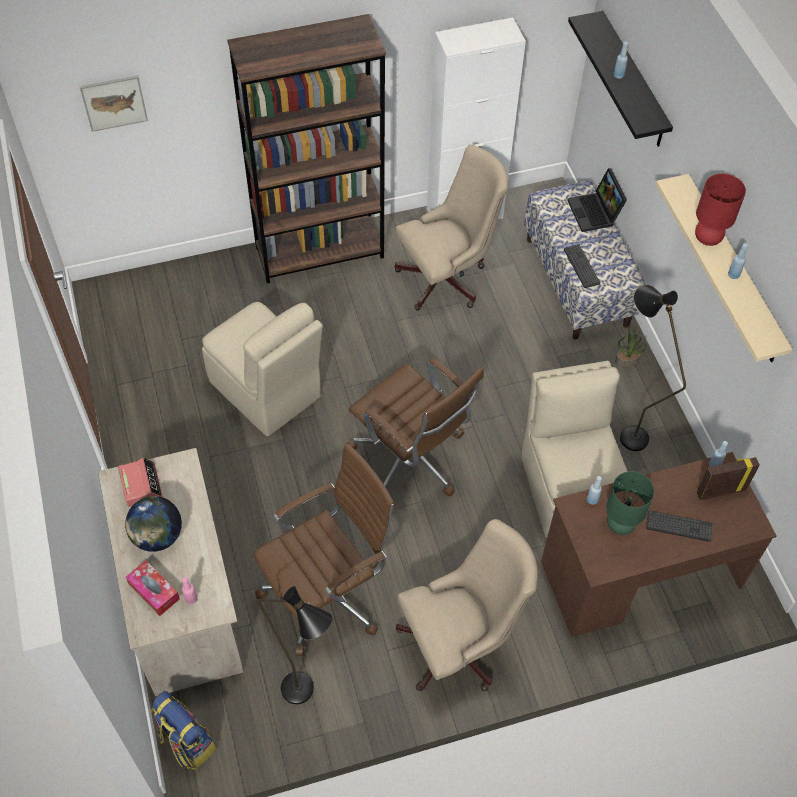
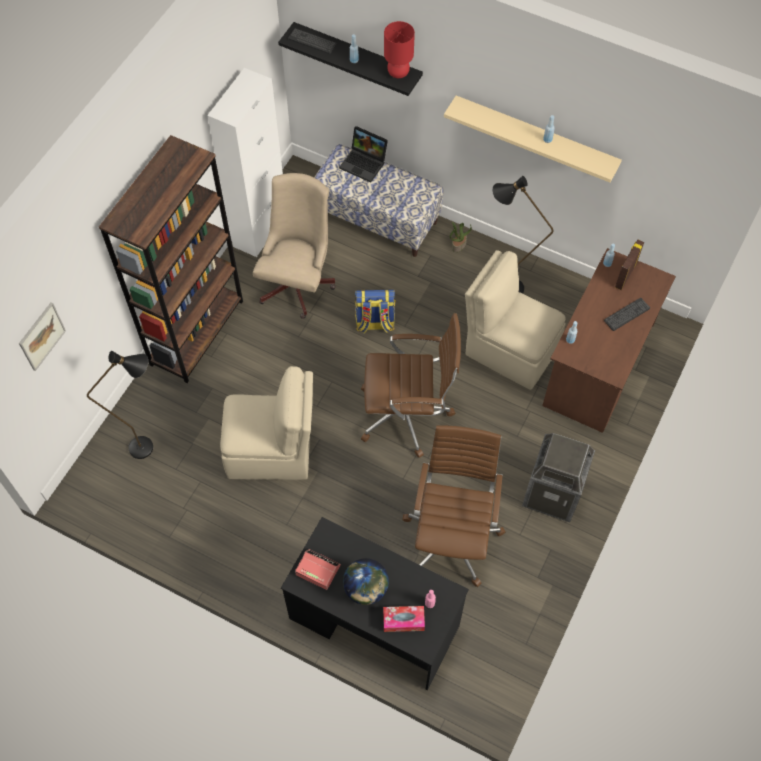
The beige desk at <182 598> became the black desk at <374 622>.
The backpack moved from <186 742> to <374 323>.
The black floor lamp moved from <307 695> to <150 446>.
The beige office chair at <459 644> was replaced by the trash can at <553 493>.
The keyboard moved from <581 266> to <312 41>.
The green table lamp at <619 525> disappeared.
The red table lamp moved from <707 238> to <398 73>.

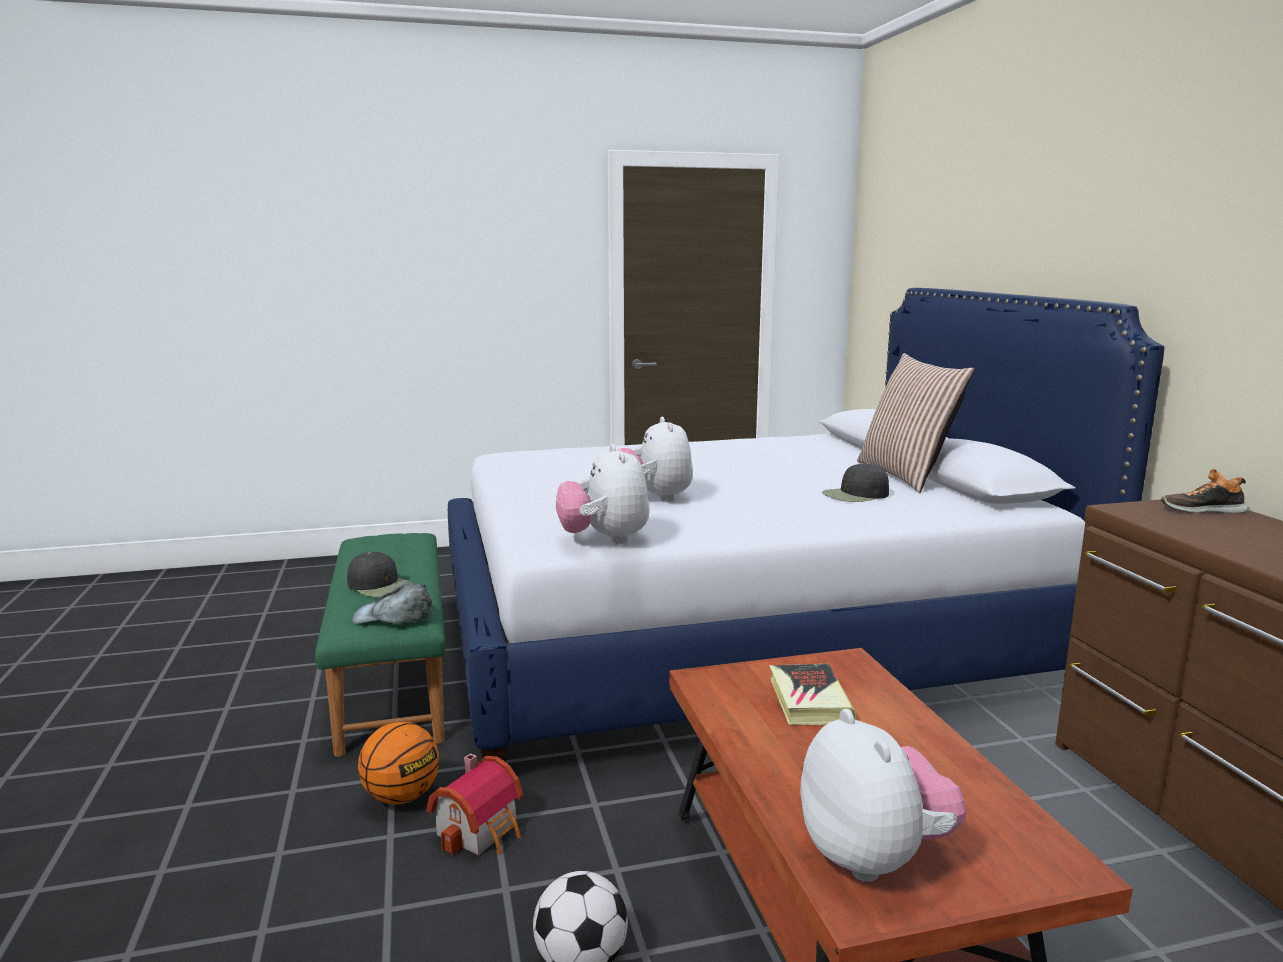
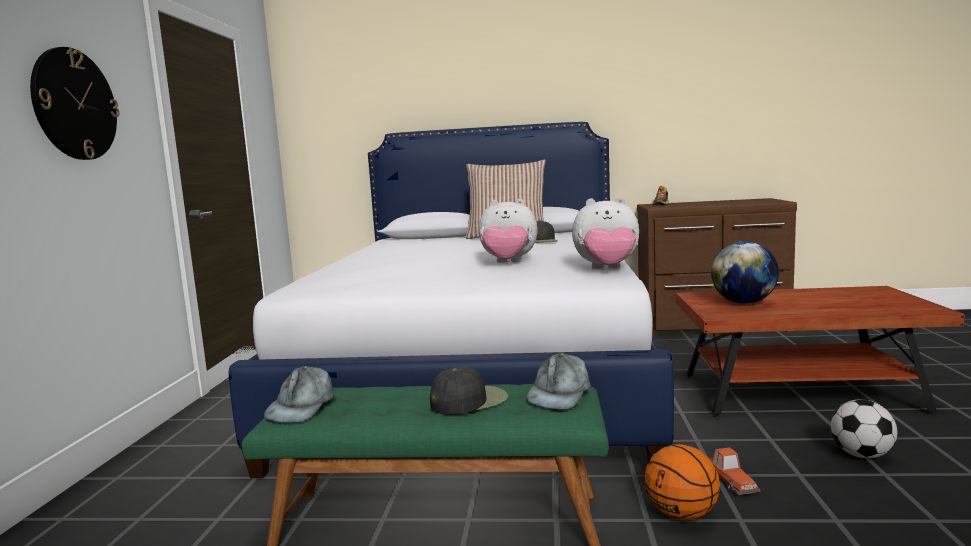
The toy house at <482 830> was replaced by the toy car at <730 480>.
The book at <809 700> was replaced by the globe at <743 303>.
The plush toy at <874 857> disappeared.
The wall clock at <74 104> appeared.
The grey cap at <301 406> appeared.

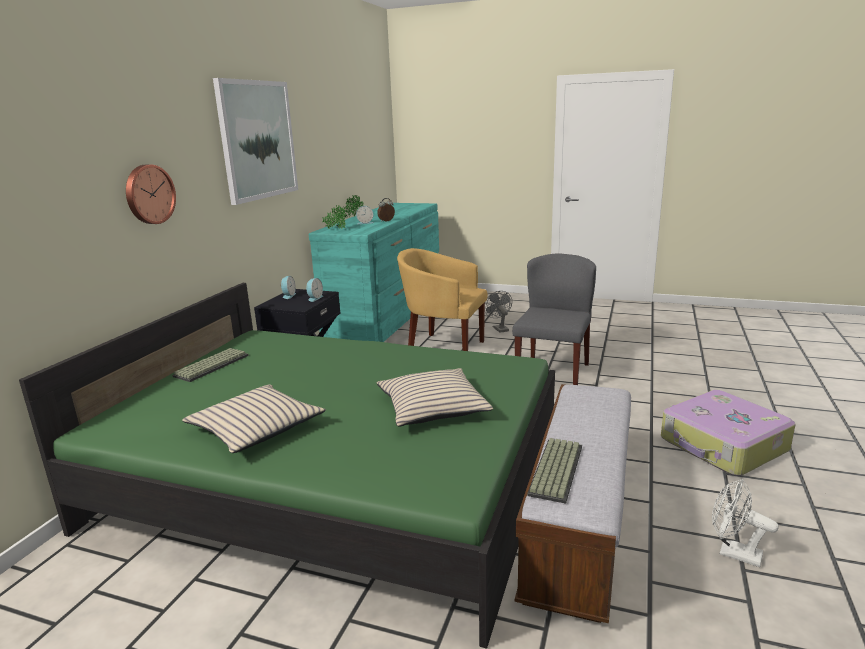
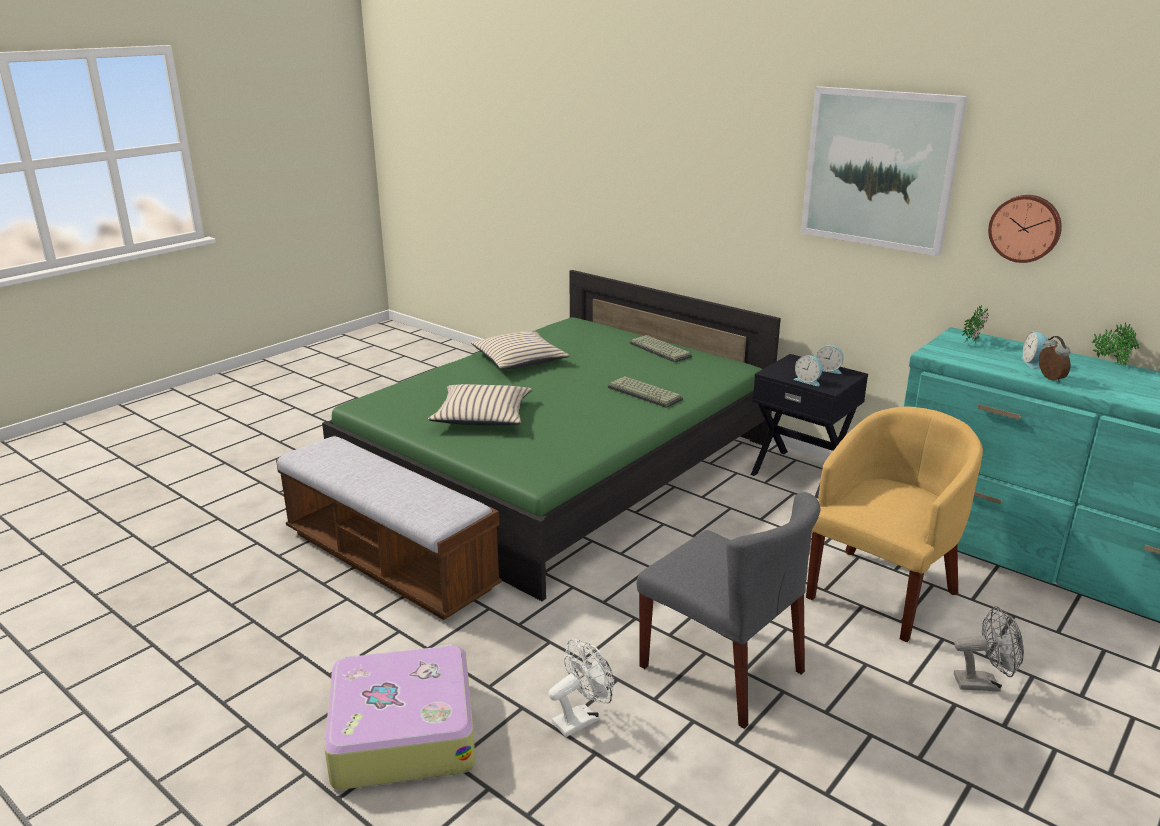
The wall clock moved from <149 194> to <1025 228>.
The keyboard moved from <554 469> to <646 393>.
The white fan moved from <733 553> to <581 718>.

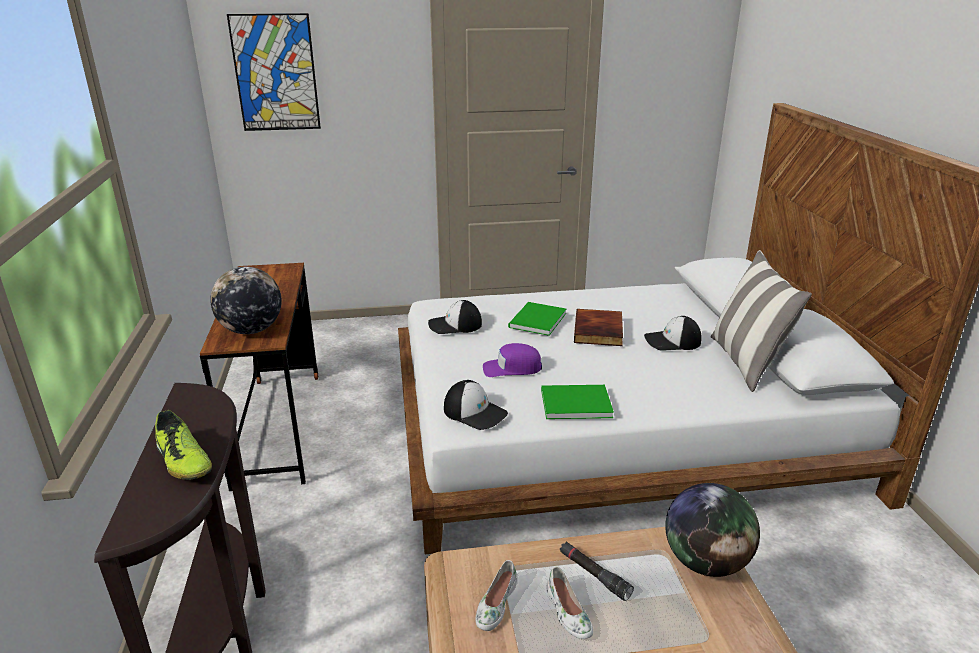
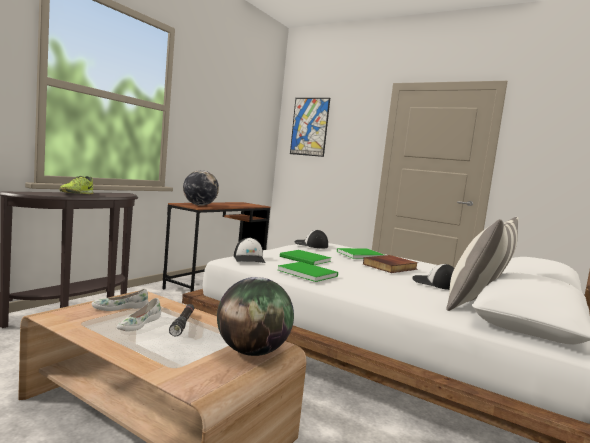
The purple cap at <512 368> was replaced by the green book at <305 259>.

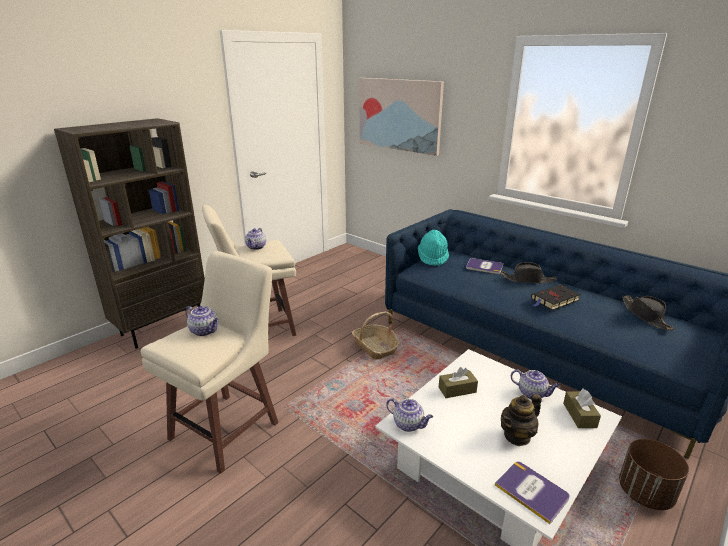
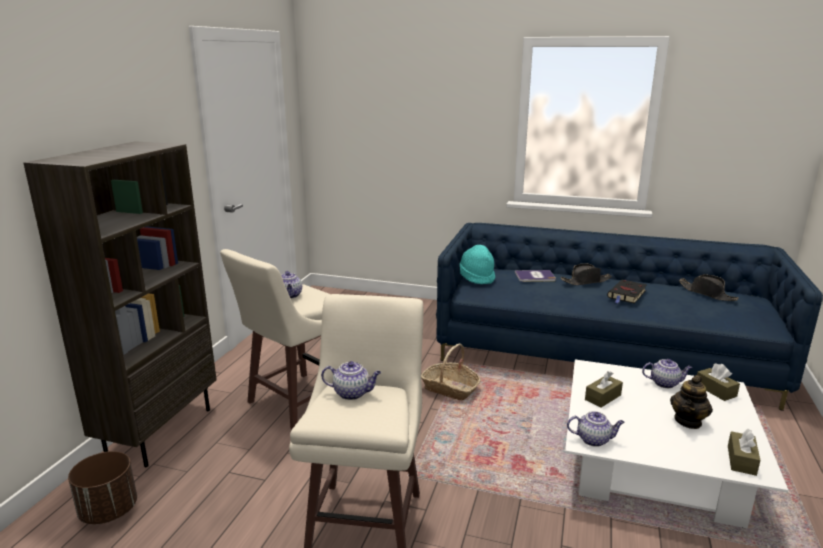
The picture at <399 115> disappeared.
The book at <532 491> was replaced by the brown tissue box at <741 460>.
The brown planter moved from <645 493> to <109 511>.

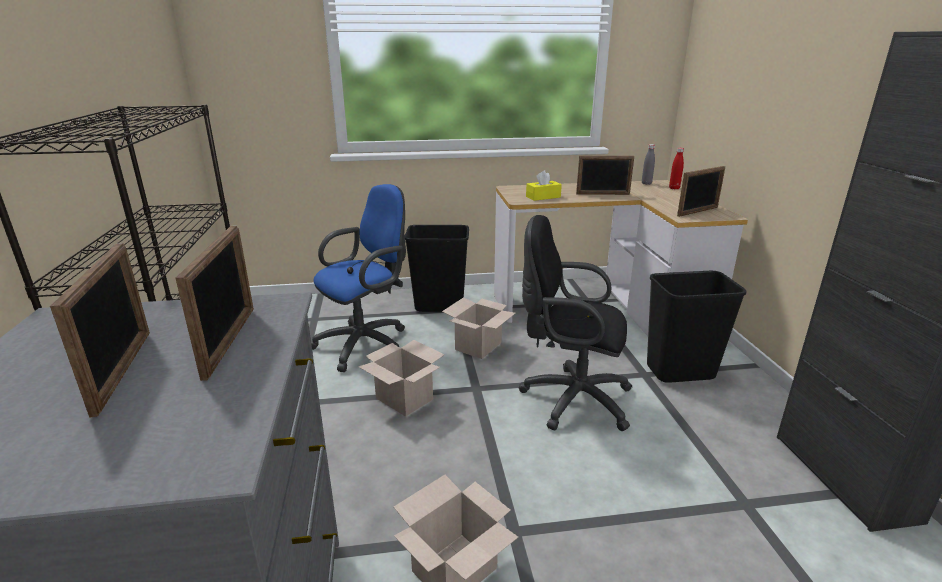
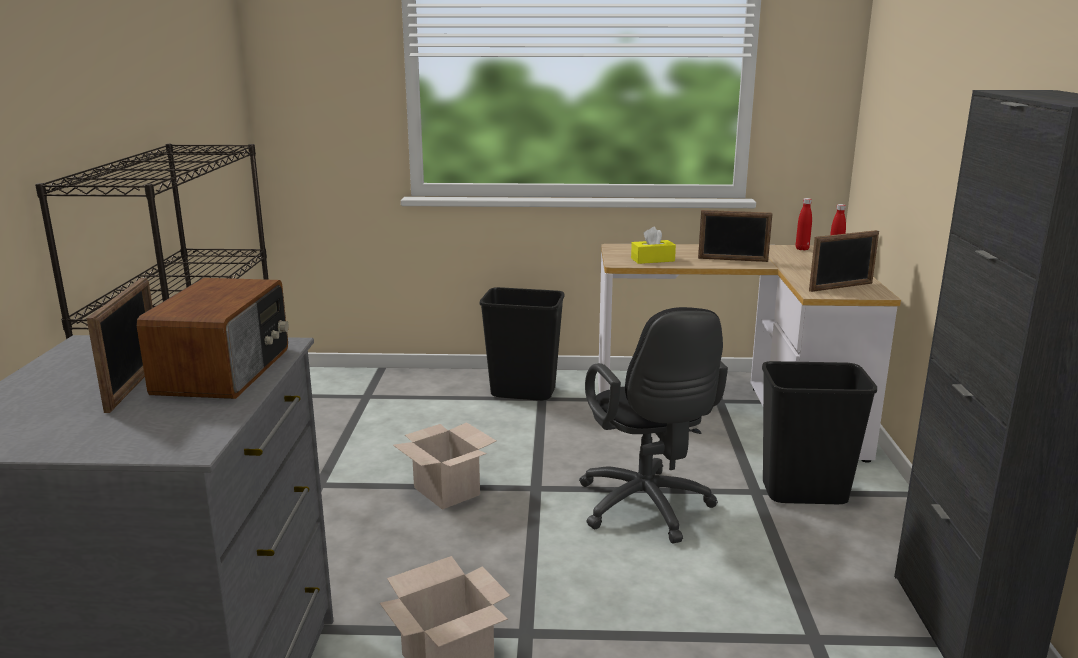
The picture frame at <230 341> was replaced by the radio at <226 371>.
The blue office chair at <367 343> disappeared.
The cardboard box at <478 347> disappeared.
The black office chair at <570 399> turned 135 degrees counterclockwise.
The grey bottle at <646 183> became the red bottle at <802 249>.

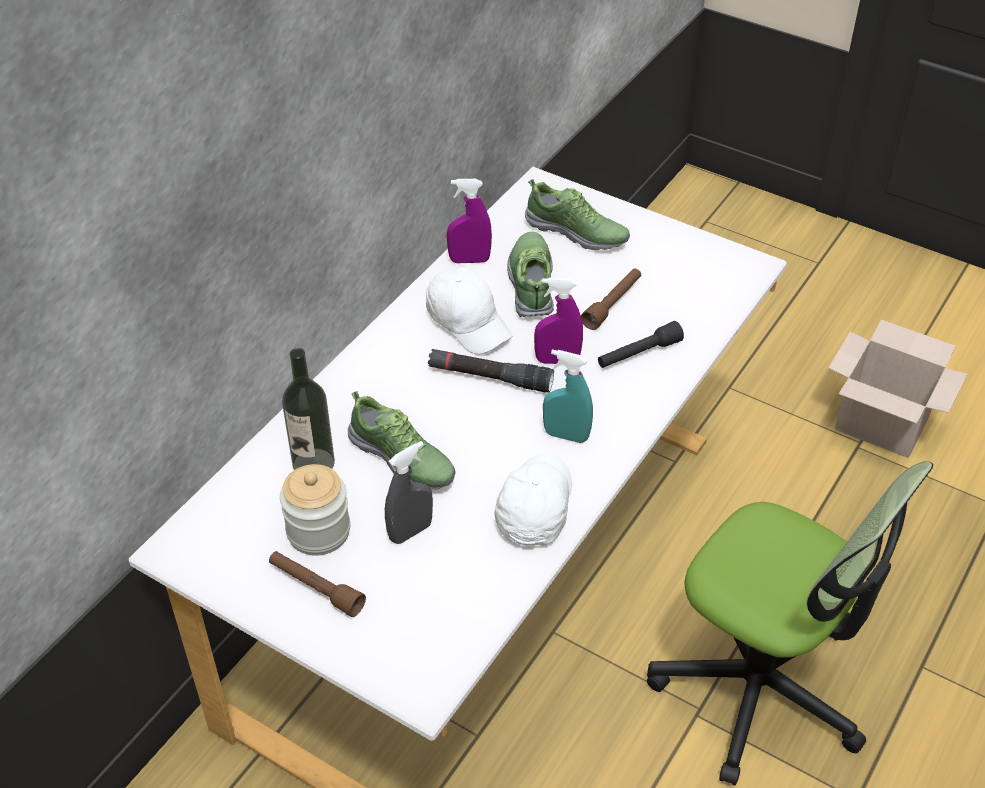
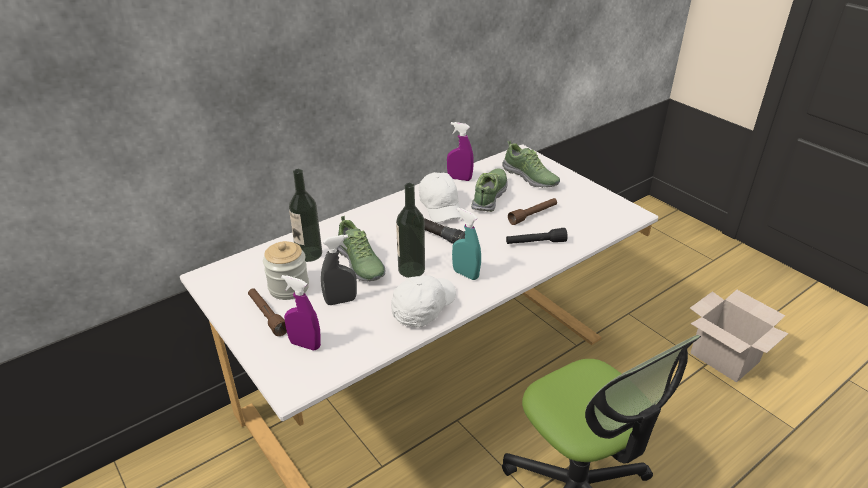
The purple spray bottle moved from <557 360> to <305 345>.
The bottle at <411 269> appeared.

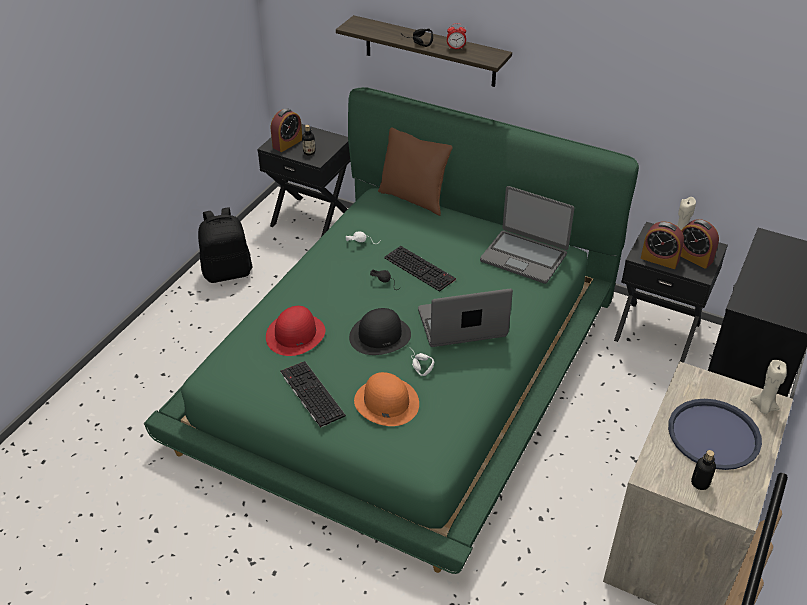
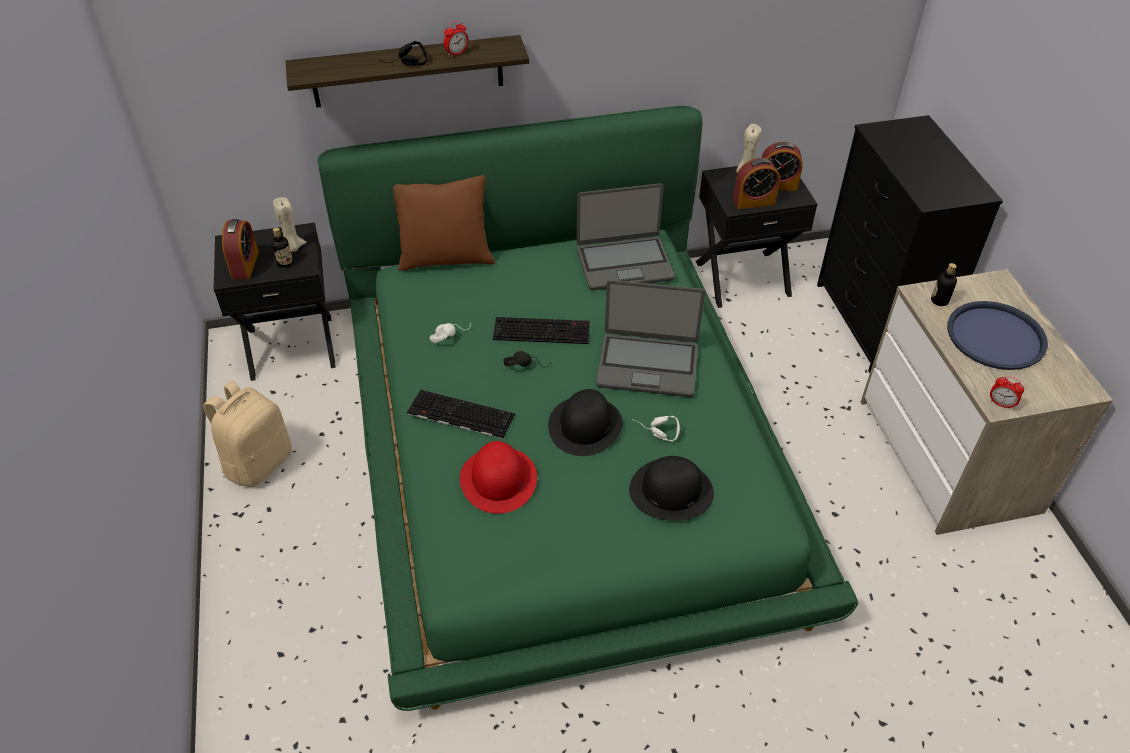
The black backpack at <228 272> became the beige backpack at <258 462>.
The keyboard moved from <310 393> to <459 415>.
The orange hat at <386 402> became the black hat at <671 491>.
The laptop at <462 324> turned 120 degrees counterclockwise.
The bottle moved from <700 483> to <939 300>.
The beige candle moved from <763 407> to <293 247>.
The alarm clock at <1001 404> appeared.

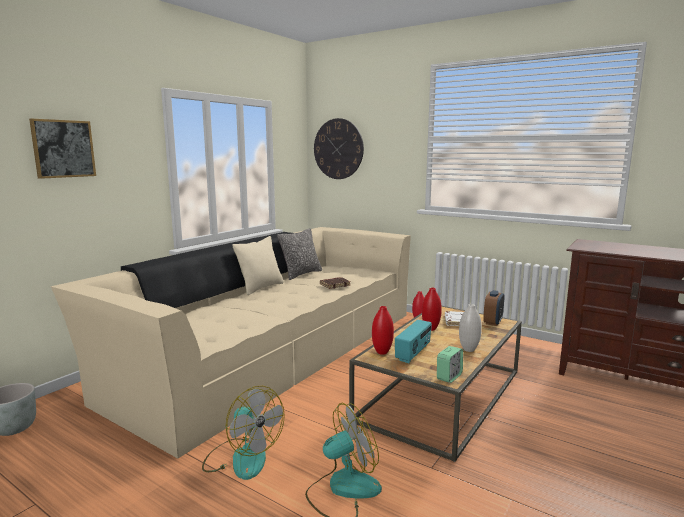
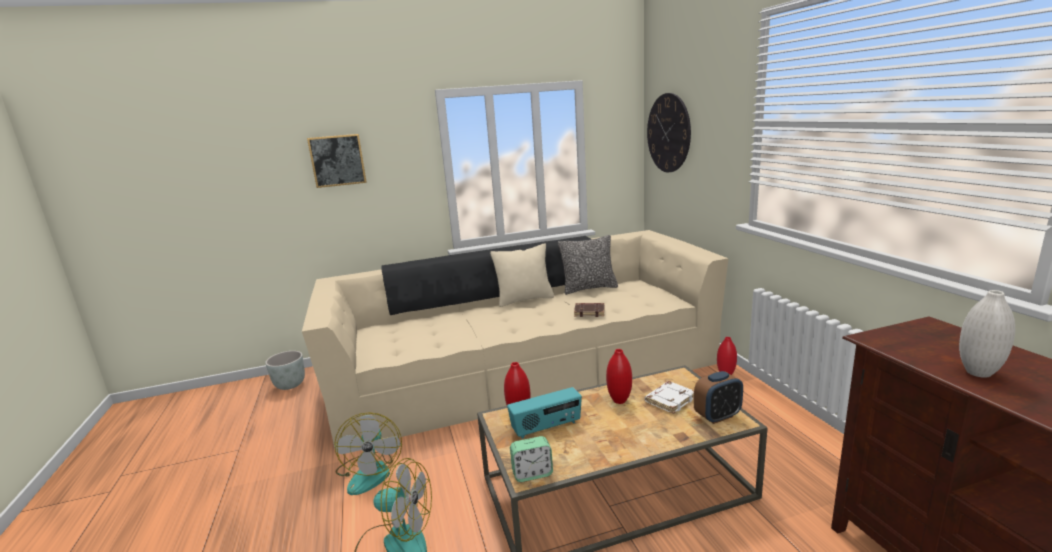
The white vase moved from <468 349> to <978 373>.

